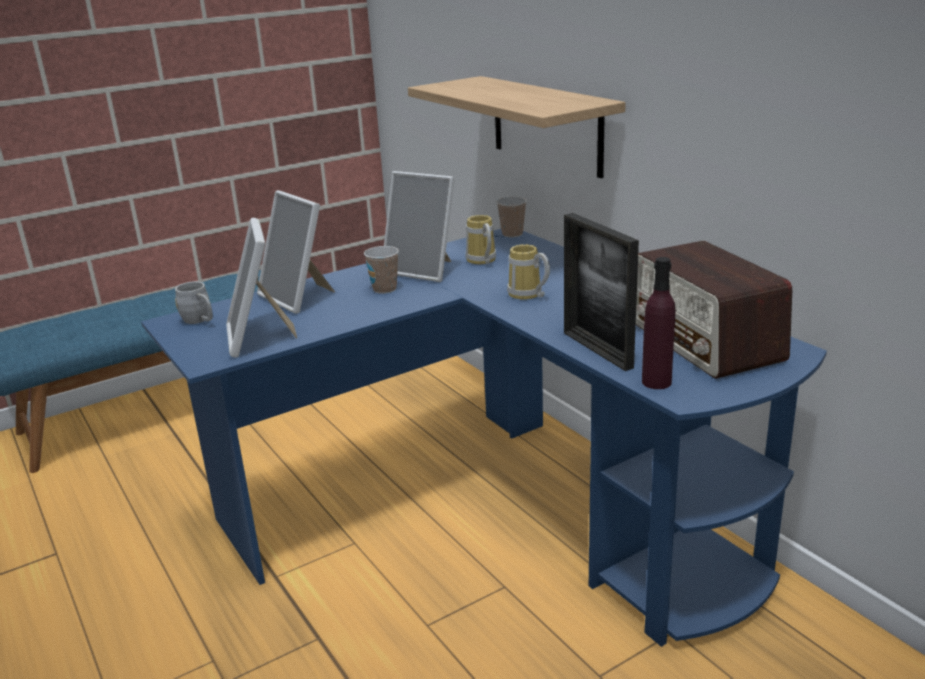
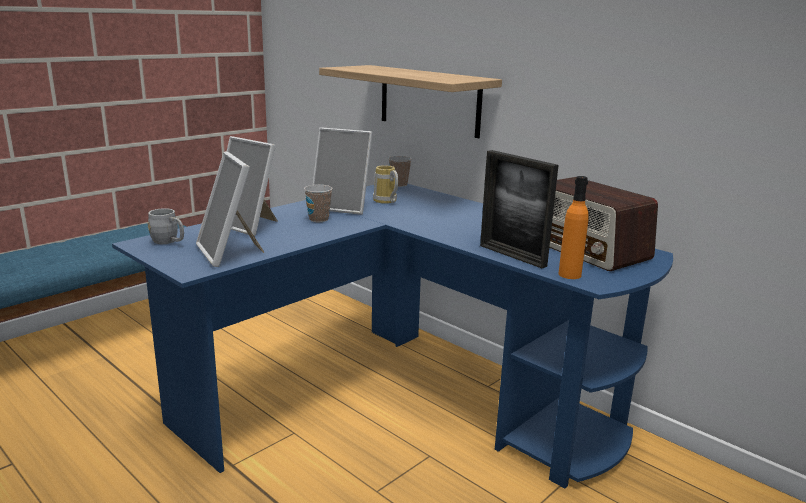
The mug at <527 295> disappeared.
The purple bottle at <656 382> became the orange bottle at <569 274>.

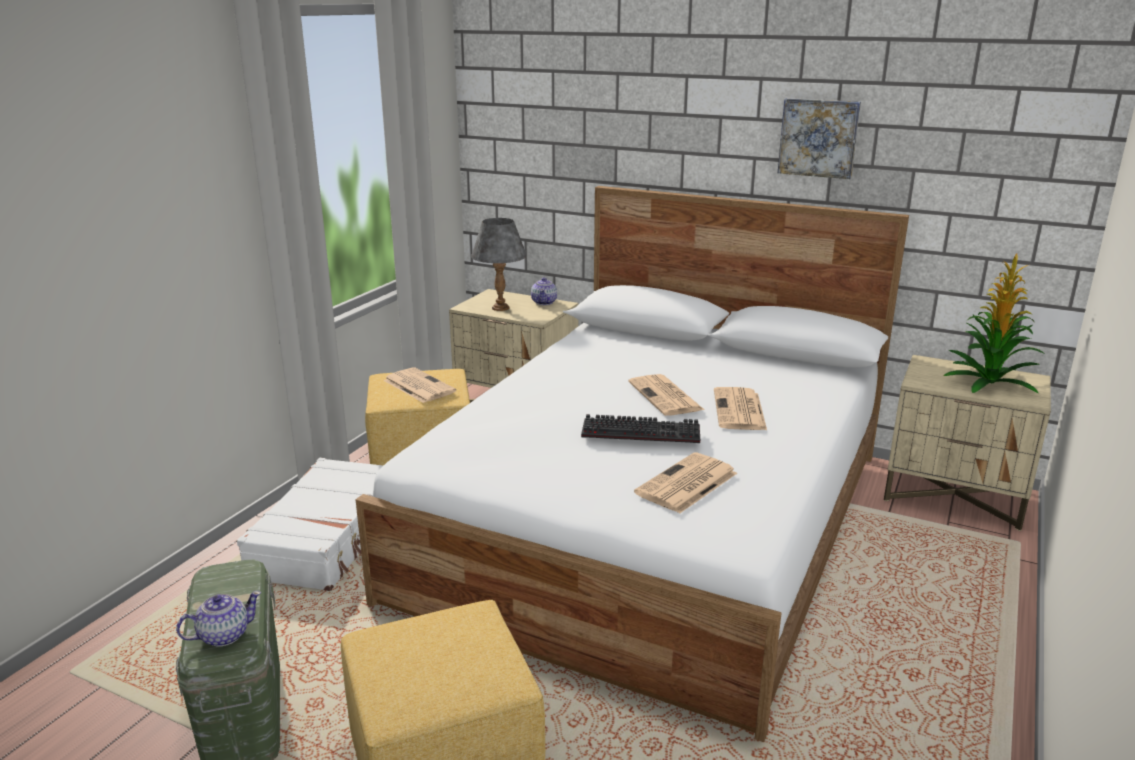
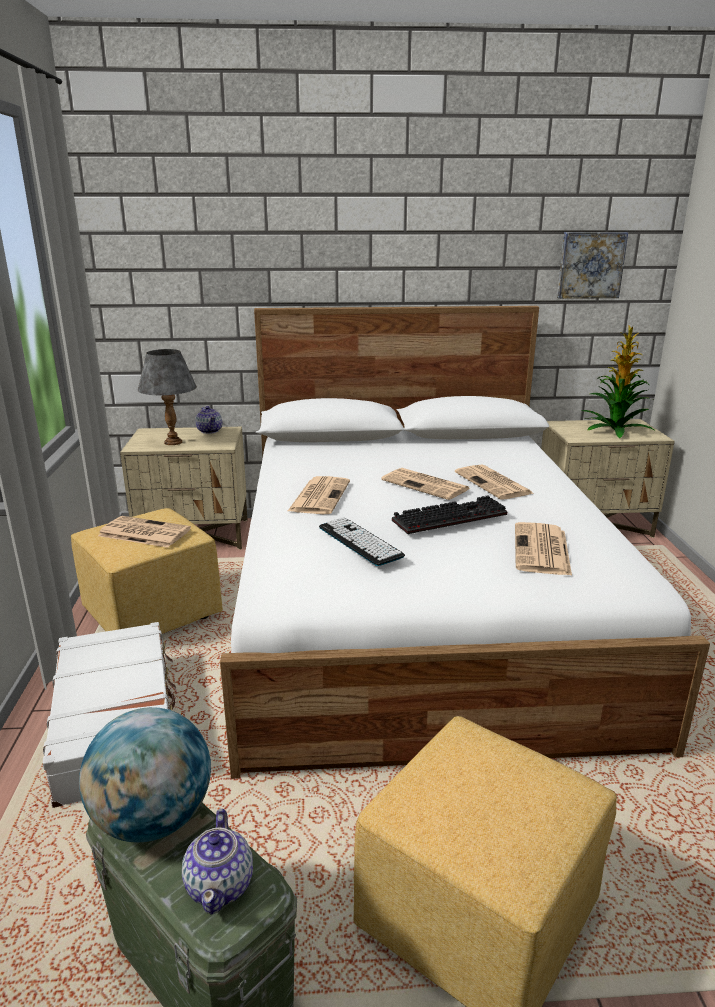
The teapot at <223 635> turned 150 degrees clockwise.
The picture moved from <818 137> to <590 265>.
The globe at <153 819> appeared.
The newspaper at <319 496> appeared.
The keyboard at <360 542> appeared.

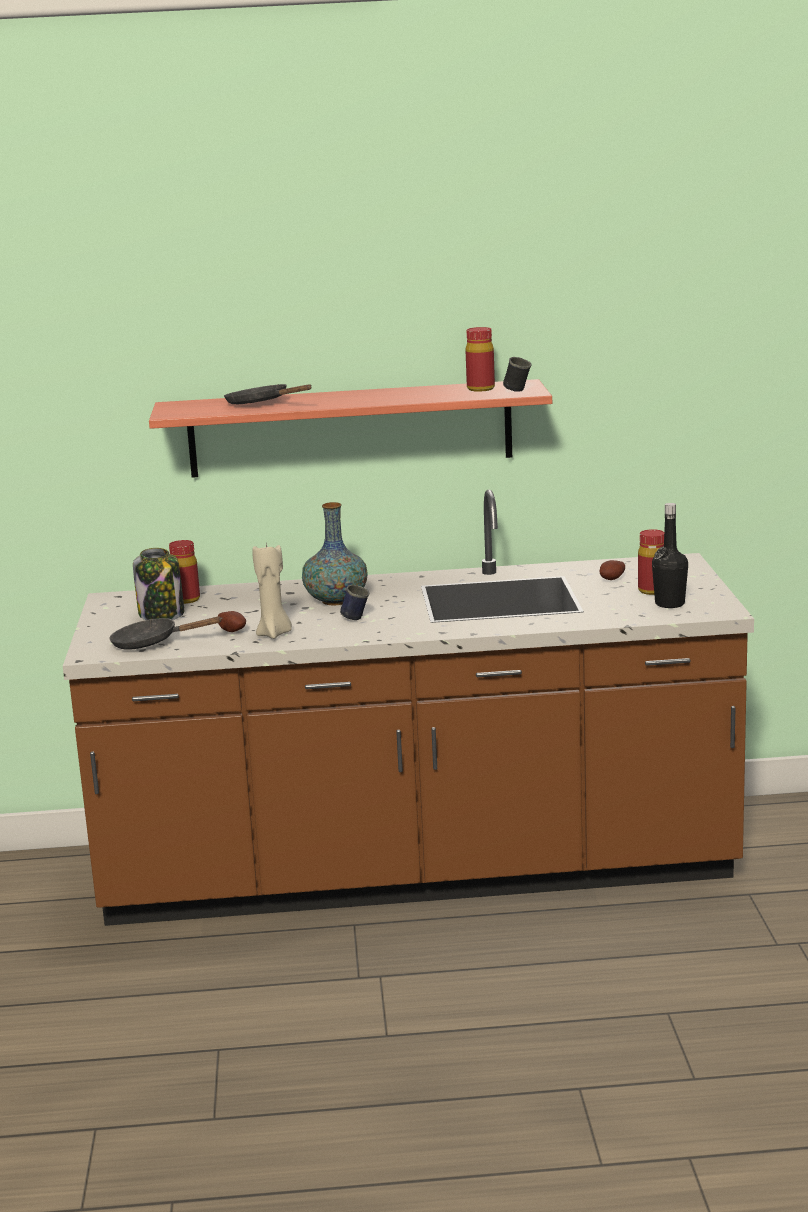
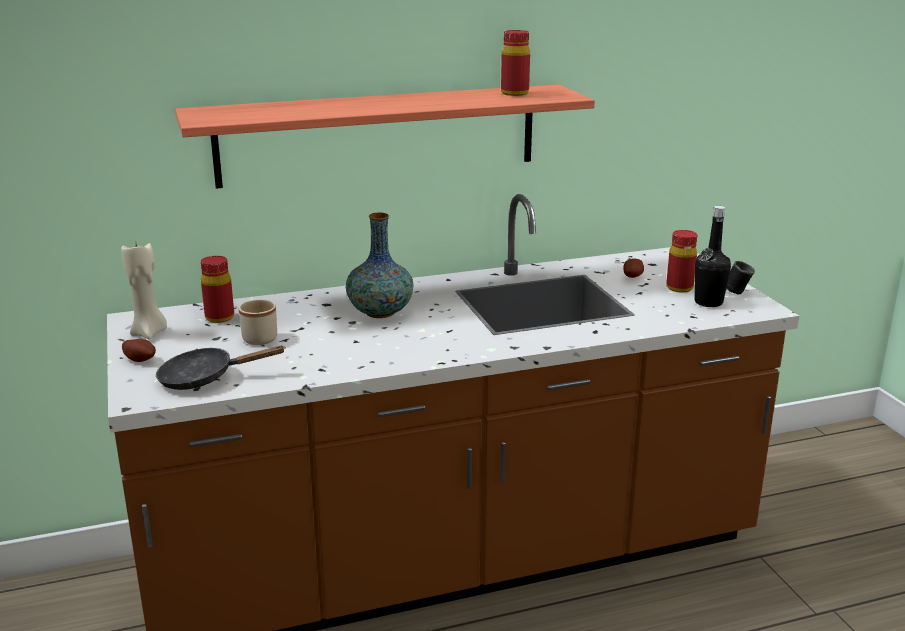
The jar at <162 614> disappeared.
The potato moved from <233 631> to <140 360>.
The black frying pan at <262 404> disappeared.
The beige candle moved from <274 634> to <149 333>.
The blue mug at <357 617> disappeared.
The black mug moved from <519 390> to <737 291>.
The beige mug at <257 337> appeared.

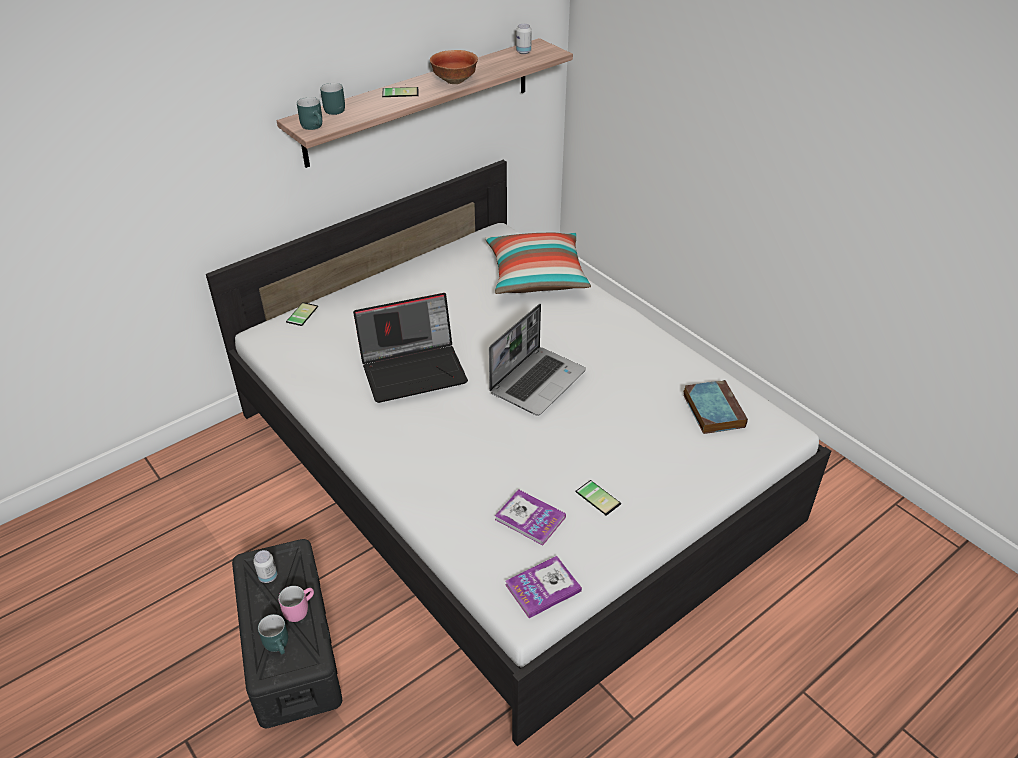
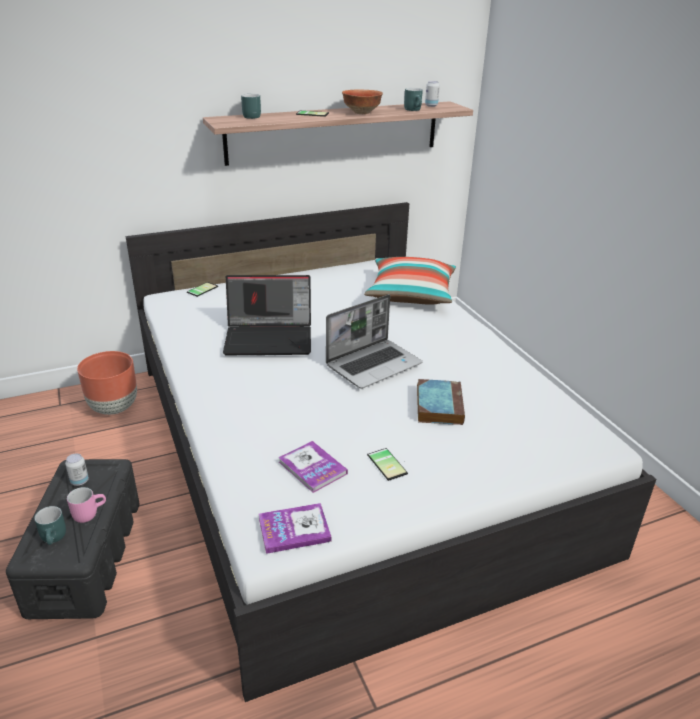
The turquoise mug moved from <315 126> to <414 110>.
The book moved from <712 410> to <438 405>.
The brown planter at <114 407> appeared.

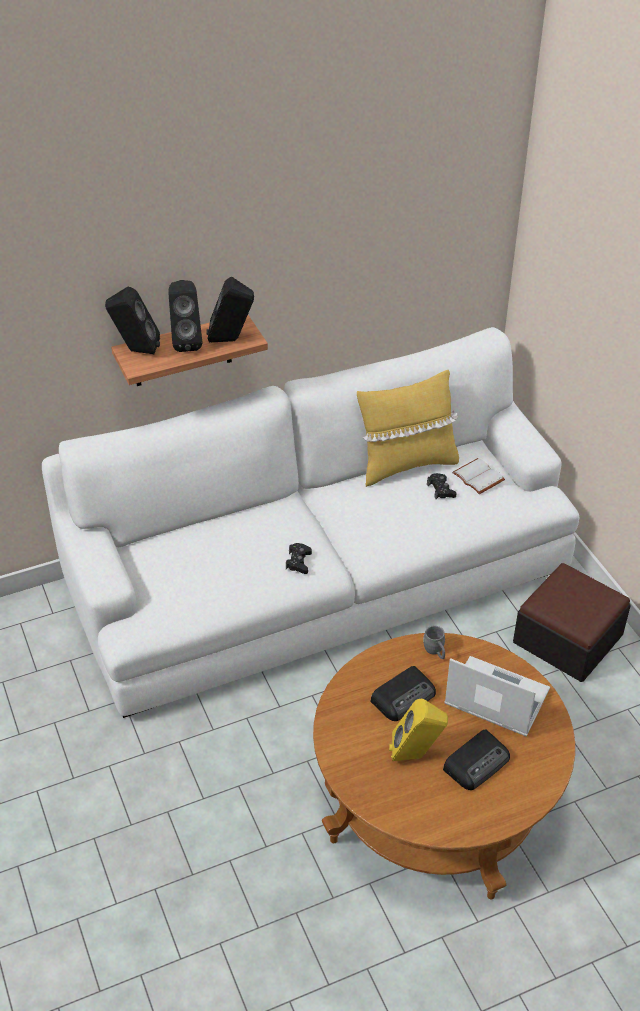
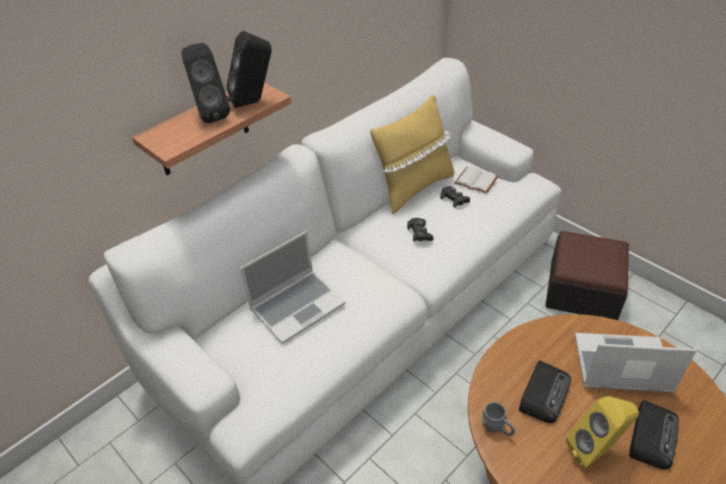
The black speaker at <136 350> disappeared.
The black game controller moved from <298 562> to <419 233>.
The grey mug moved from <435 652> to <497 428>.
The laptop at <298 306> appeared.

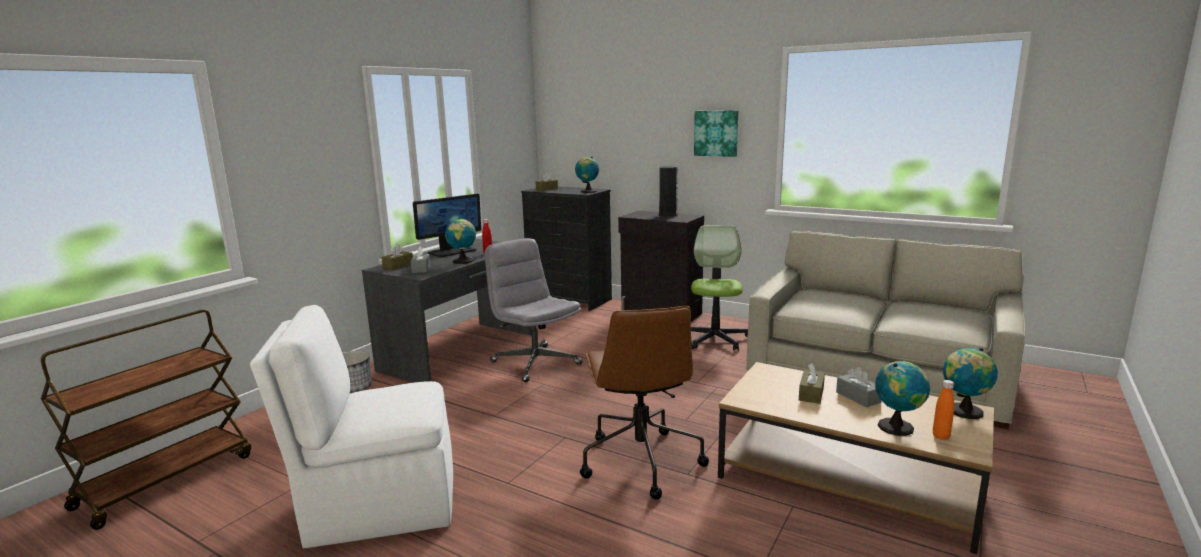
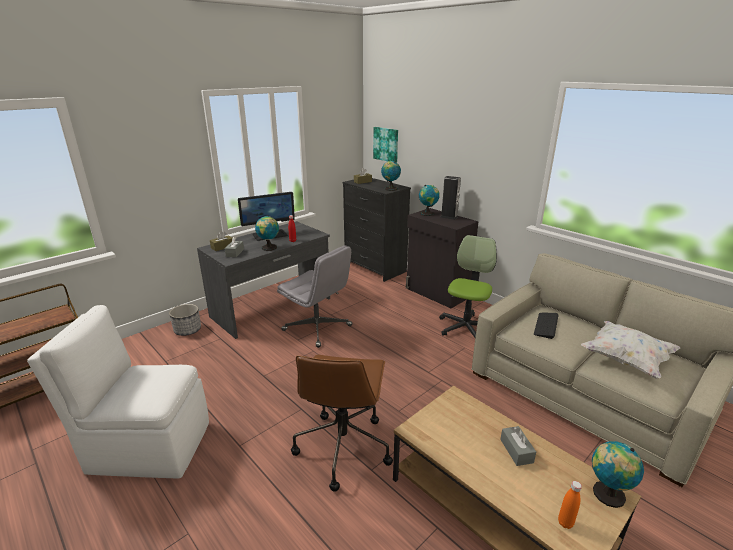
The grey office chair at <535 363> turned 150 degrees clockwise.
The picture moved from <716 133> to <386 144>.
The brown tissue box at <811 394> disappeared.
The globe moved from <897 427> to <428 213>.
The keyboard at <546 325> appeared.
The white pillow at <625 360> appeared.

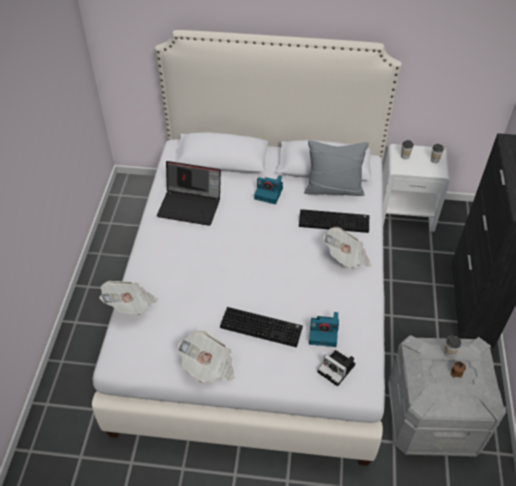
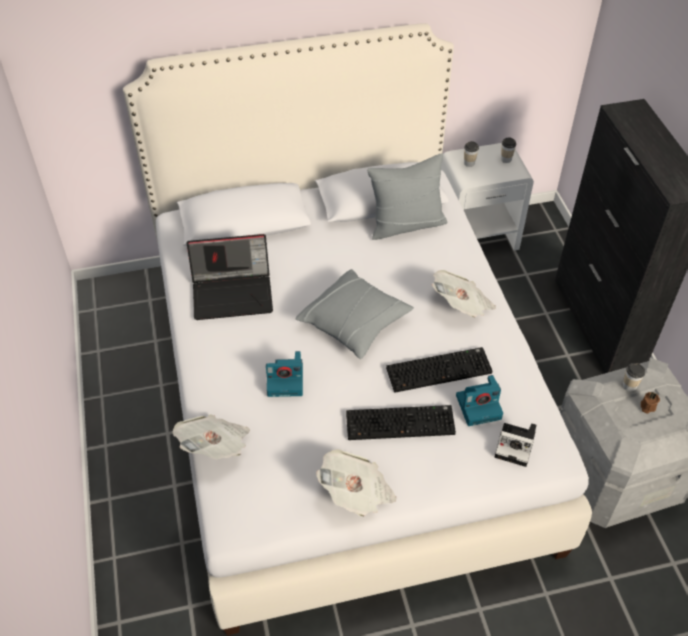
The photo camera moved from <269 193> to <286 380>.
The keyboard moved from <334 221> to <439 369>.
The grey pillow at <354 323> appeared.

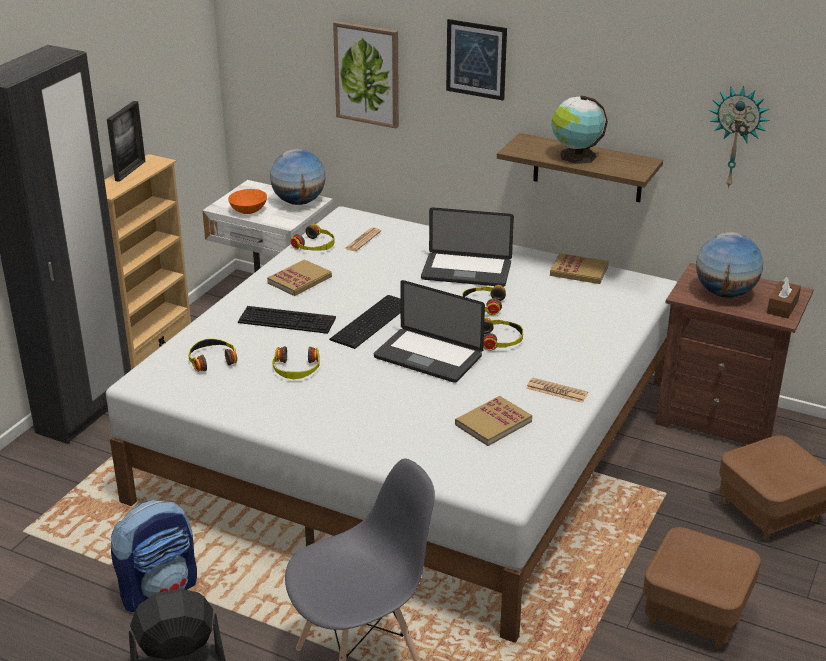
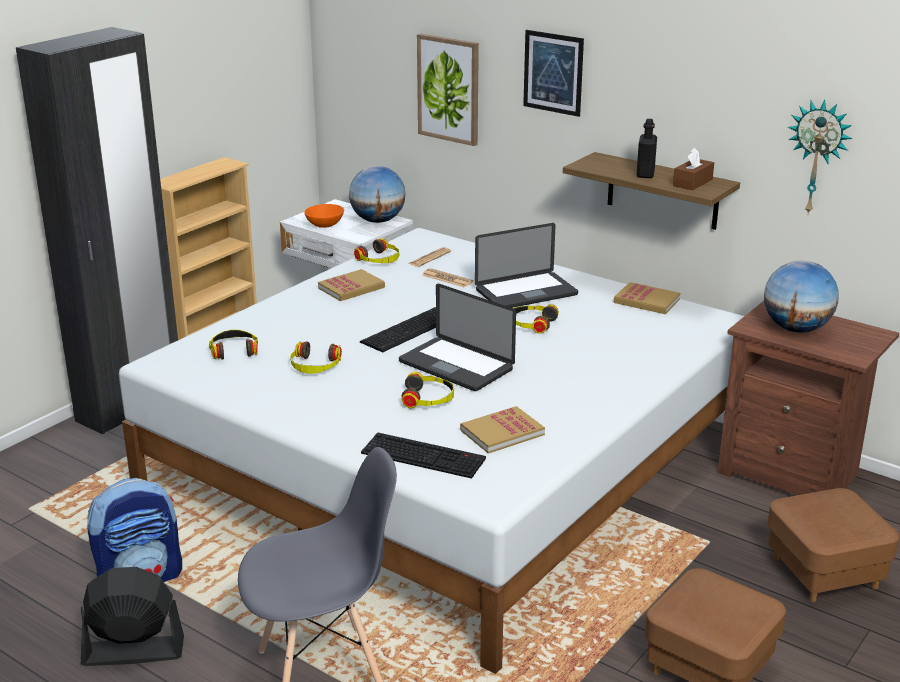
The picture frame at <130 171> disappeared.
The keyboard moved from <288 320> to <425 455>.
The laptop at <466 271> turned 45 degrees counterclockwise.
The headphones moved from <500 340> to <428 398>.
The newspaper moved from <557 391> to <447 279>.
The globe at <575 156> was replaced by the black bottle at <645 174>.
The brown tissue box moved from <782 307> to <692 182>.

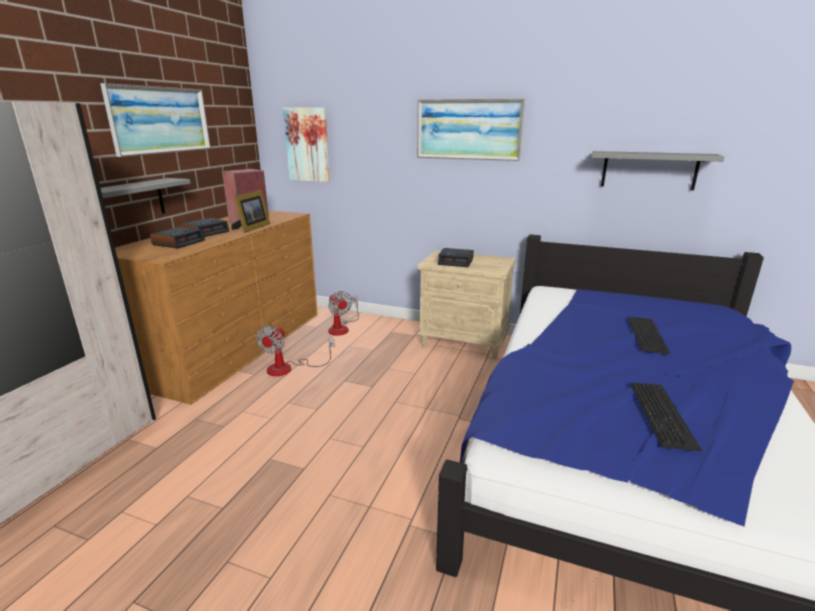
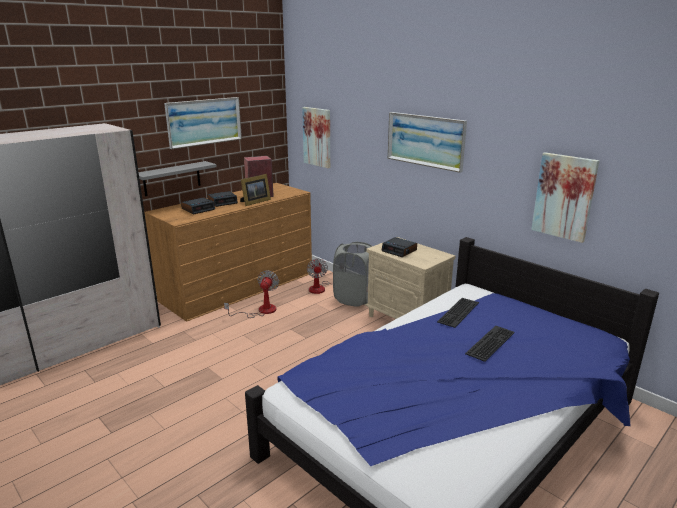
The fan at <288 368> turned 150 degrees clockwise.
The grey shelf at <649 170> was replaced by the picture at <564 196>.
The keyboard moved from <664 414> to <459 312>.
The grey laundry basket at <355 298> appeared.

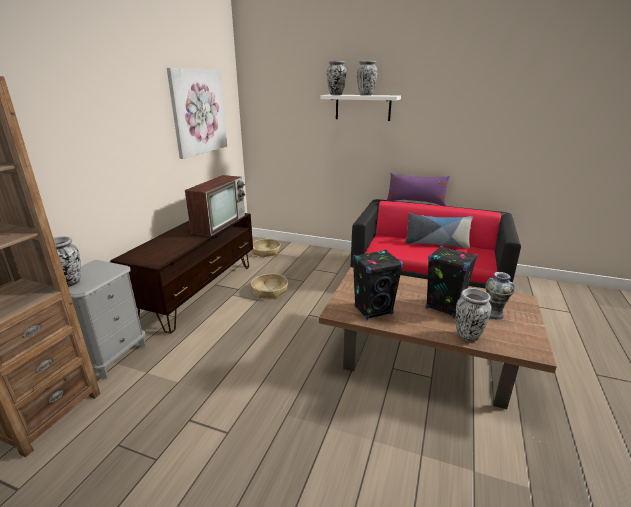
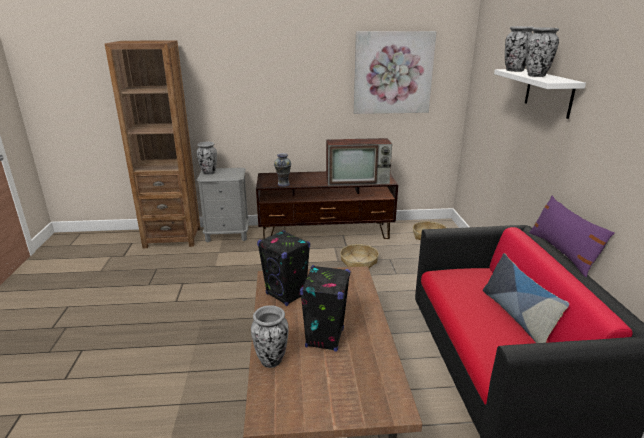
The vase moved from <493 314> to <283 184>.

